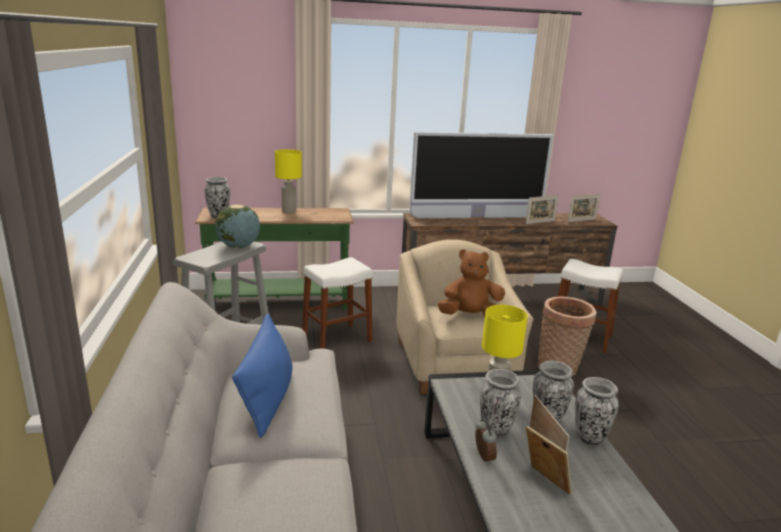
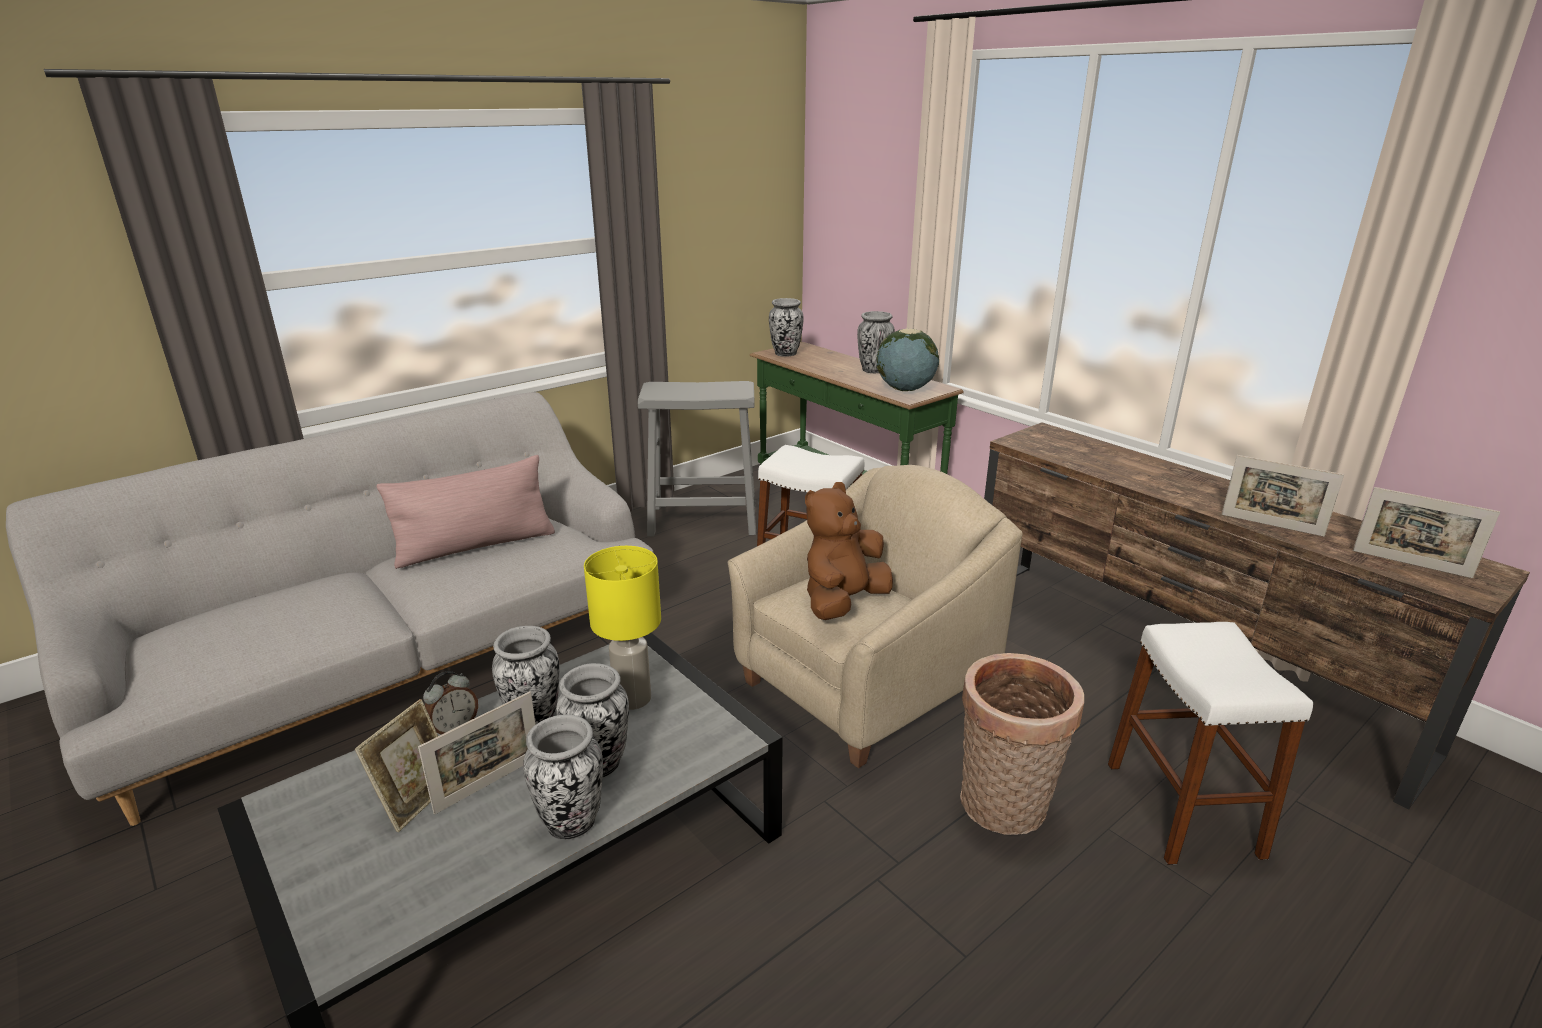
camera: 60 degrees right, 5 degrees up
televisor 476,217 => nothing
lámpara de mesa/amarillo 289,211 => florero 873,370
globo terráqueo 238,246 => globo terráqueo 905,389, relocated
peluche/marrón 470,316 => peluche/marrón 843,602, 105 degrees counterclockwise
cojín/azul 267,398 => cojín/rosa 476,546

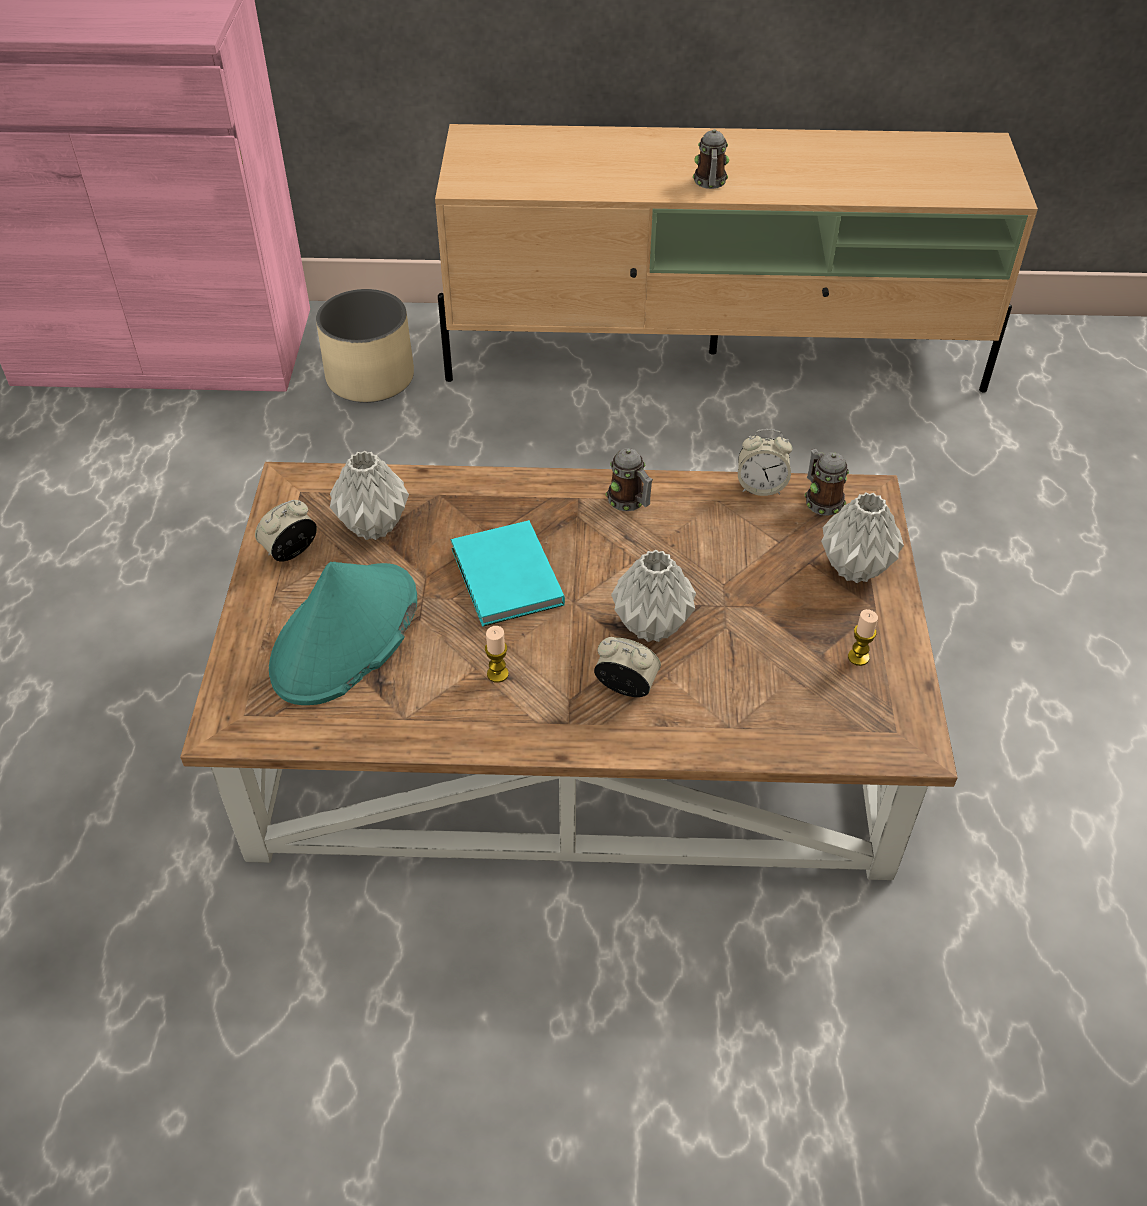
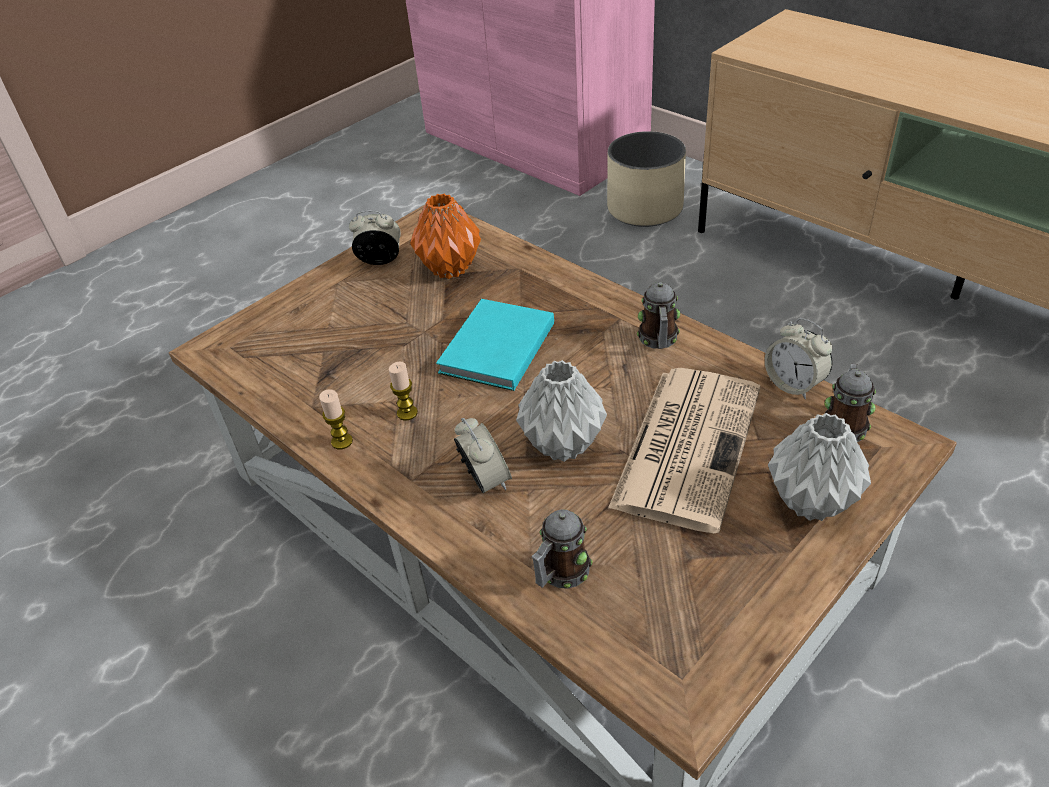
camera: 45 degrees right, 5 degrees down
taza grande 710,183 => taza grande 560,573, relocated
florero/gris 372,527 => florero/naranja 448,269
sombrero/turquesa 345,636 => nothing
vela 858,657 => vela 342,441, relocated
nothing => periódico 687,444

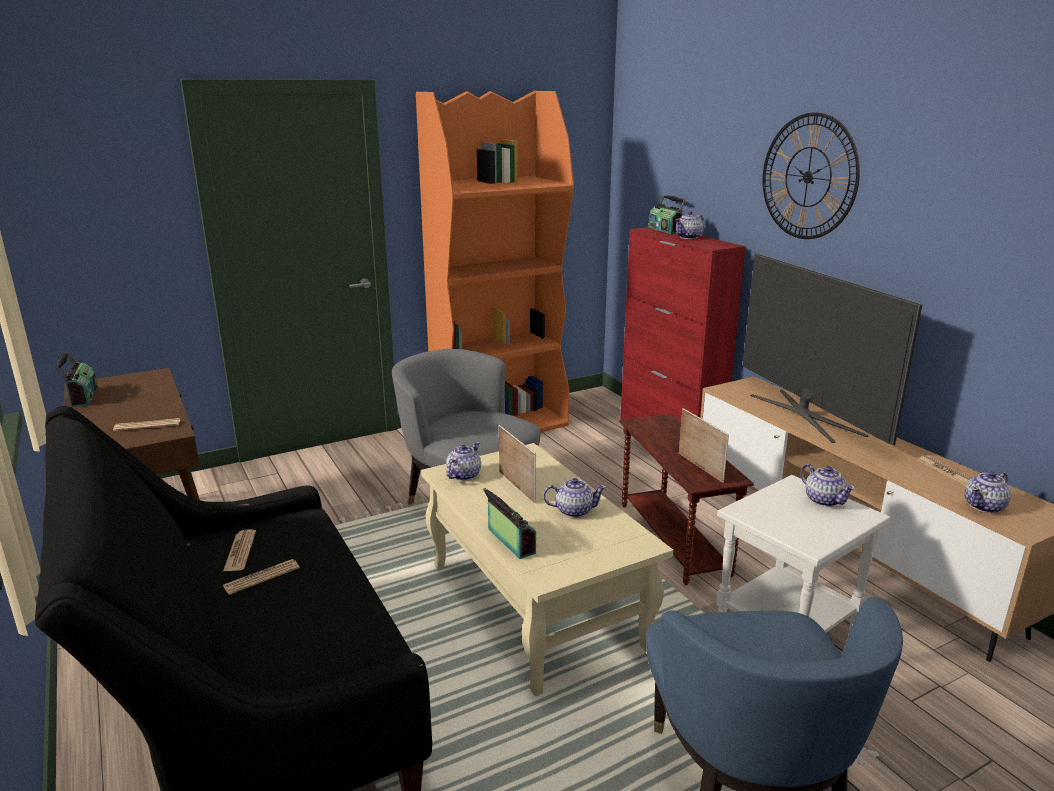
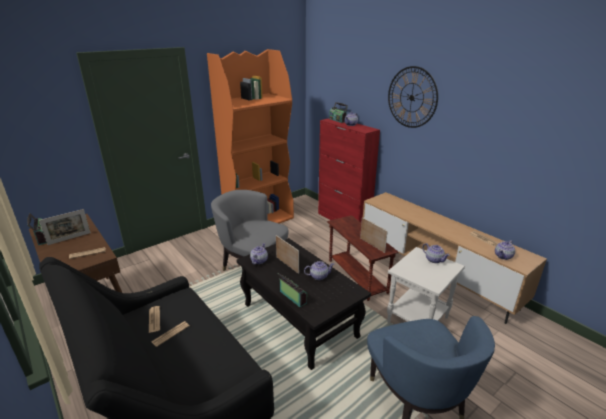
camera: 10 degrees left, 5 degrees up
televisor 806,414 => nothing
mesa de centro/beis 533,604 => mesa de centro/negro 298,320
nothing => portarretratos 69,239

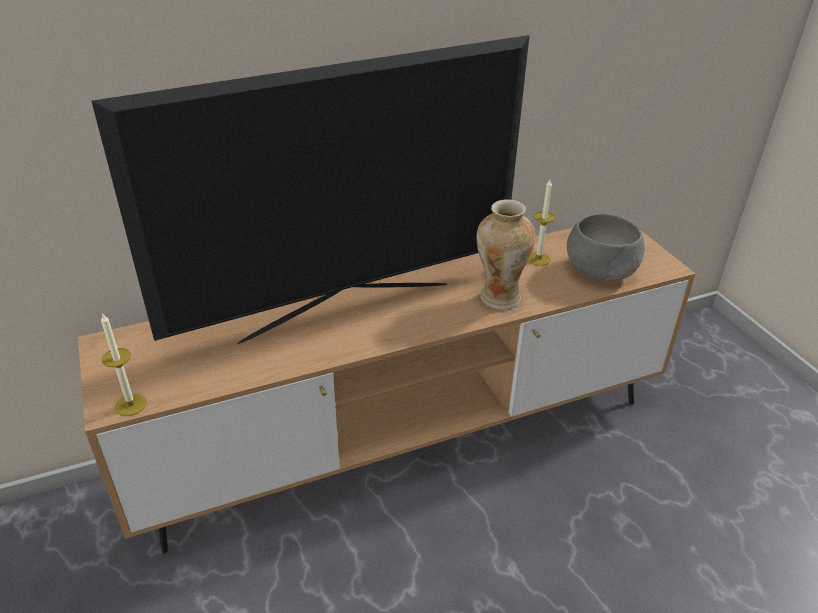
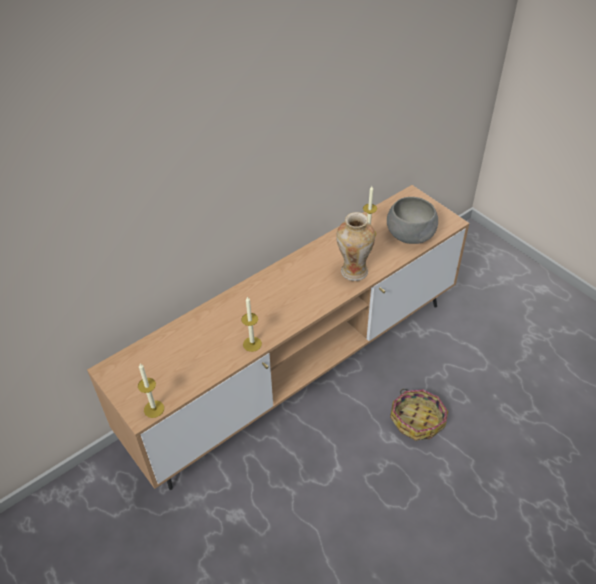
camera: 15 degrees left, 10 degrees up
televisor 346,310 => nothing
nothing => vela 252,344
nothing => cesta 417,419

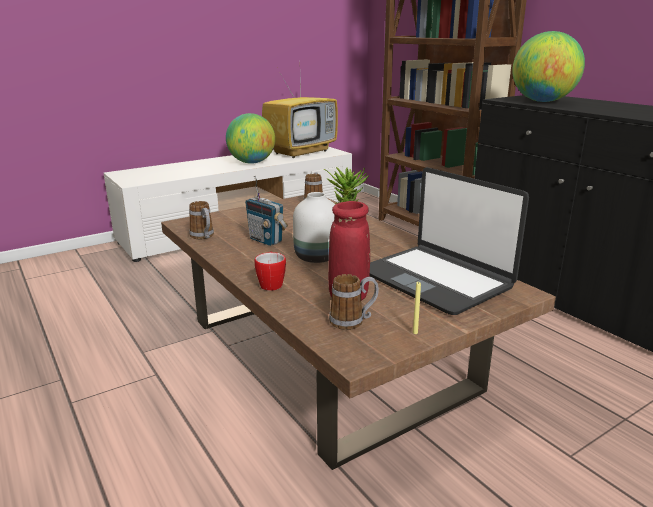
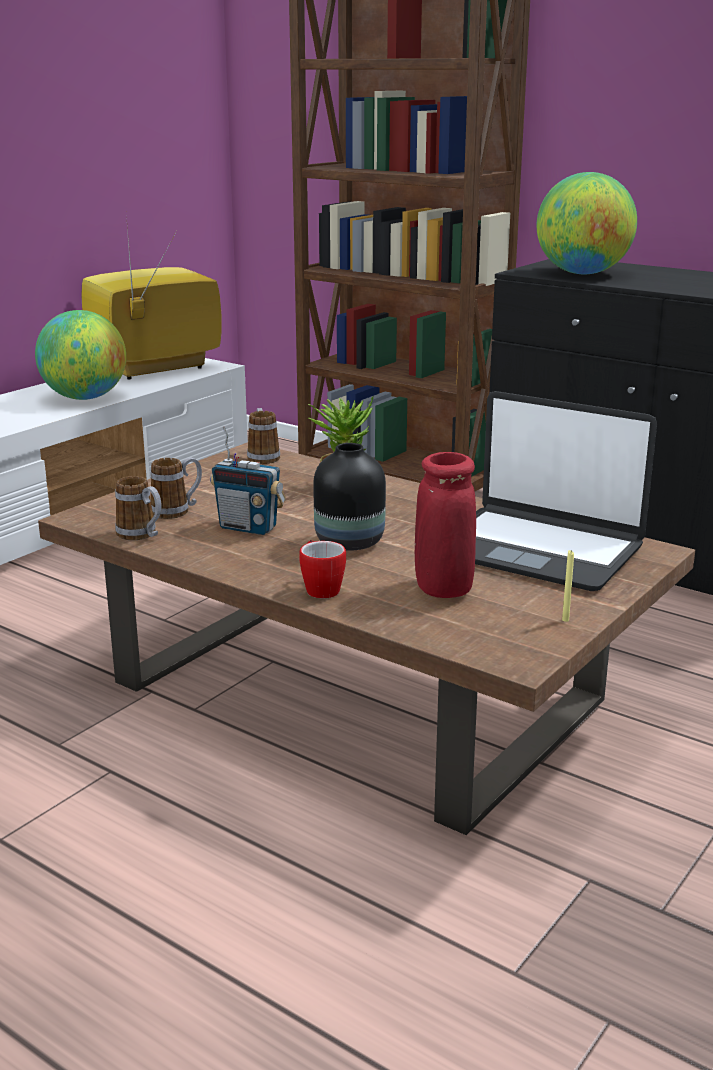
camera: 20 degrees left, 0 degrees up
televisor 301,152 => televisor 154,369, 150 degrees counterclockwise
florero/blanco 316,258 => florero/negro 349,543
taza grande 353,321 => taza grande 177,511, relocated

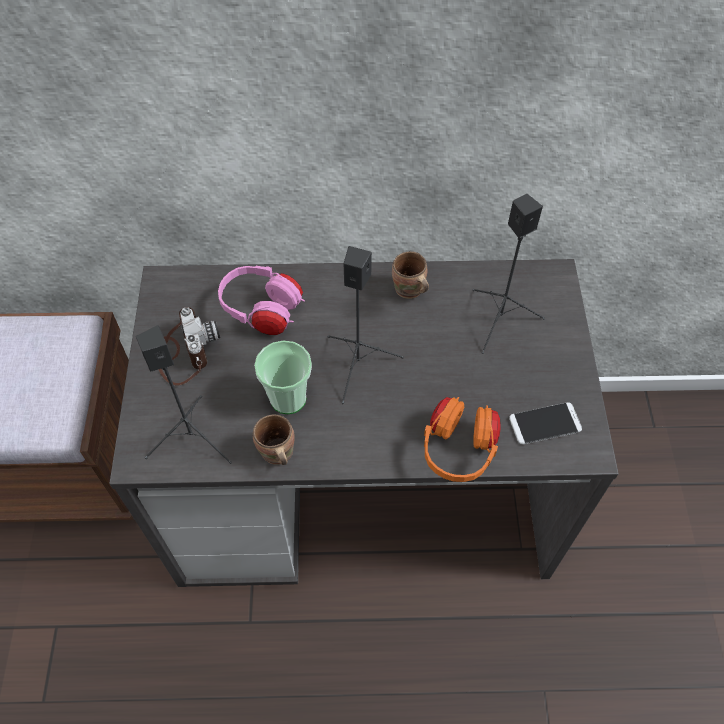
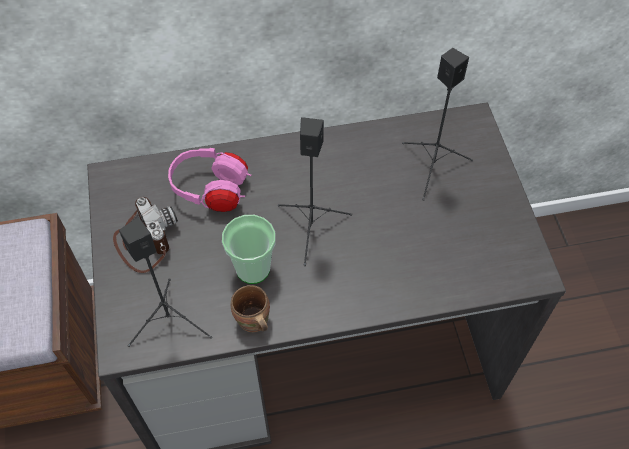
camera: 10 degrees left, 0 degrees up
taza grande/marrón 408,291 => nothing
auriculares/naranja 458,450 => nothing
móvil 545,424 => nothing

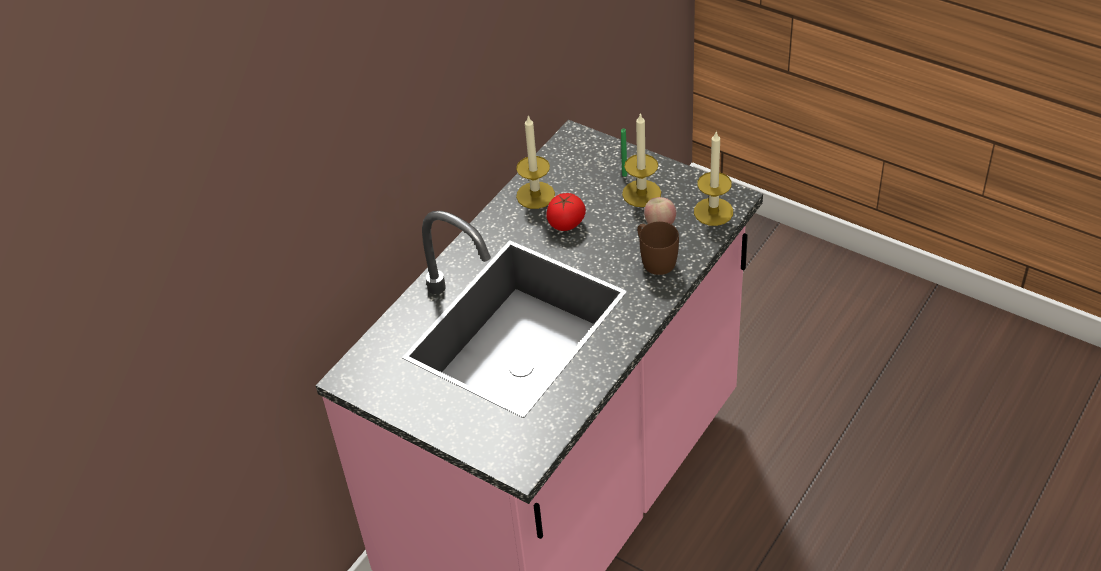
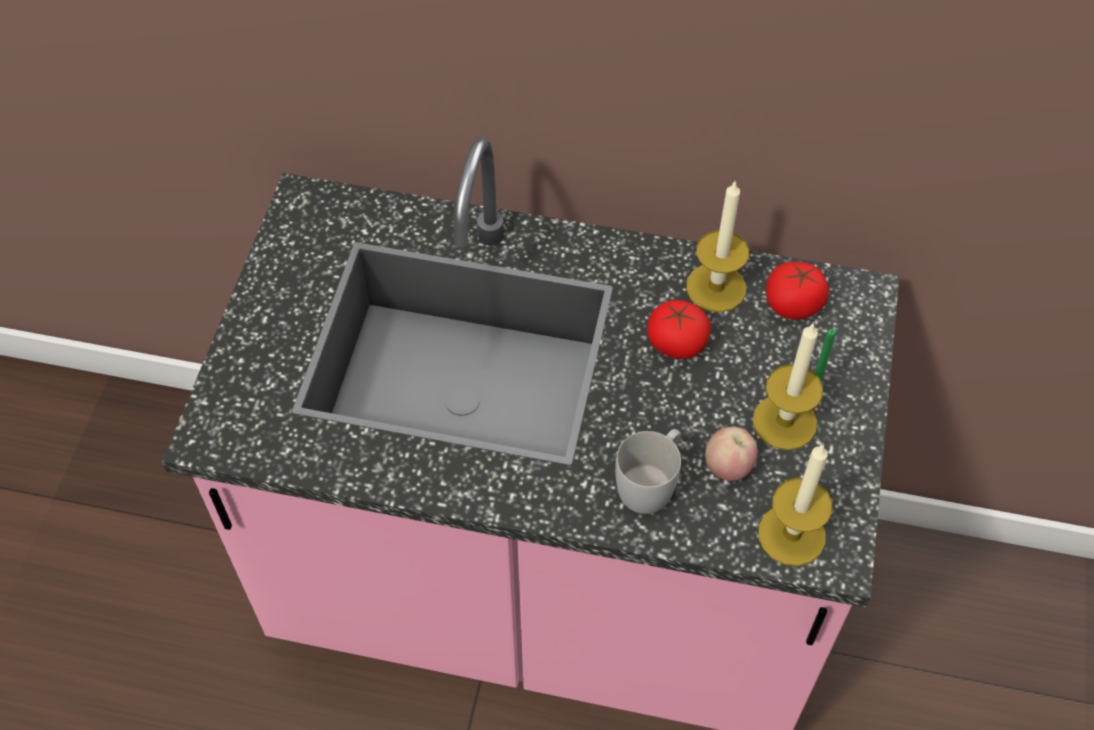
camera: 65 degrees right, 10 degrees up
taza grande/marrón 654,259 => taza grande/blanco 651,482
nothing => tomate 793,304

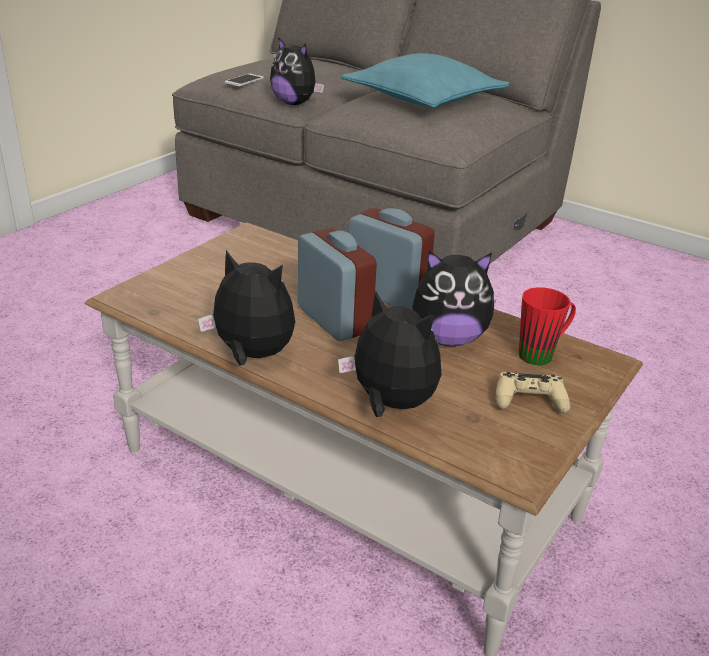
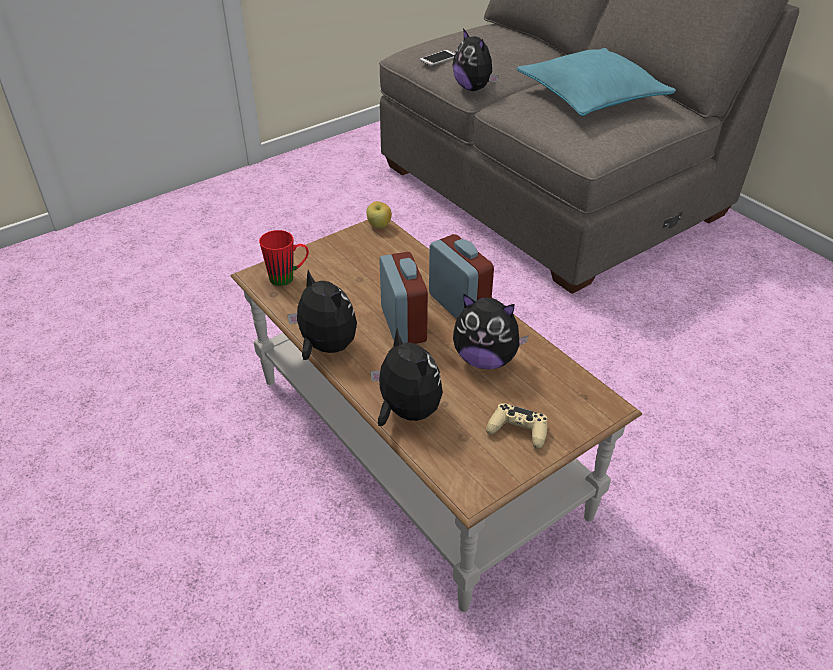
camera: 20 degrees right, 10 degrees up
taza grande/rojo 542,353 => taza grande/rojo 288,278, relocated
nothing => manzana 379,226

